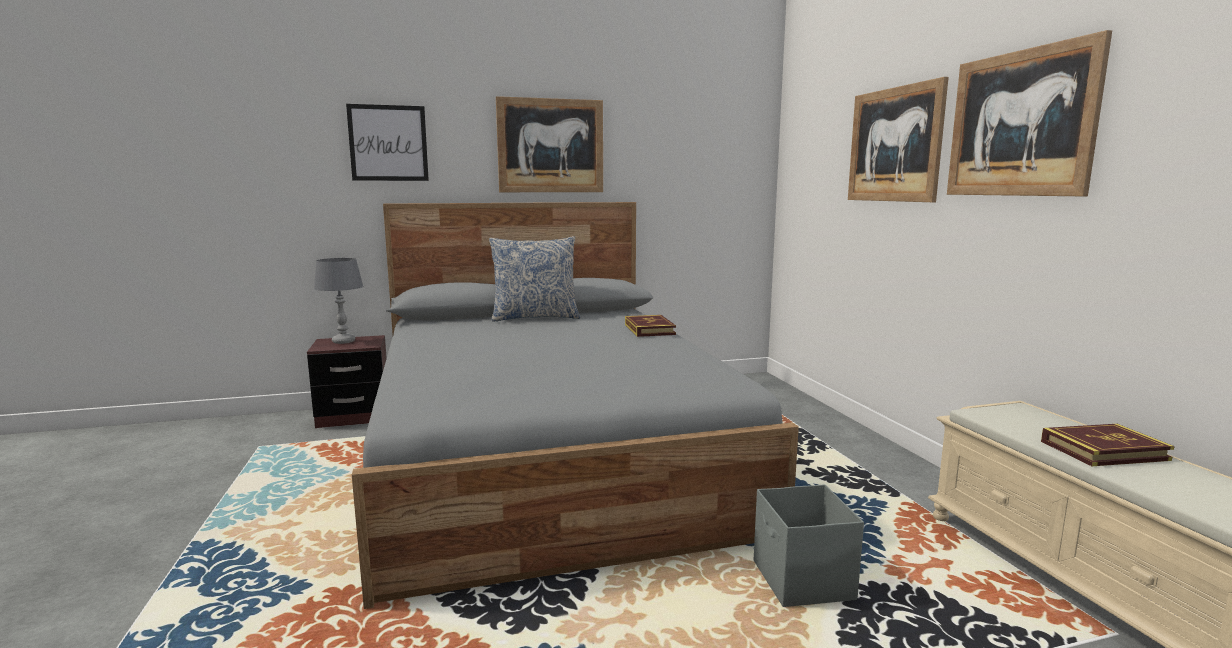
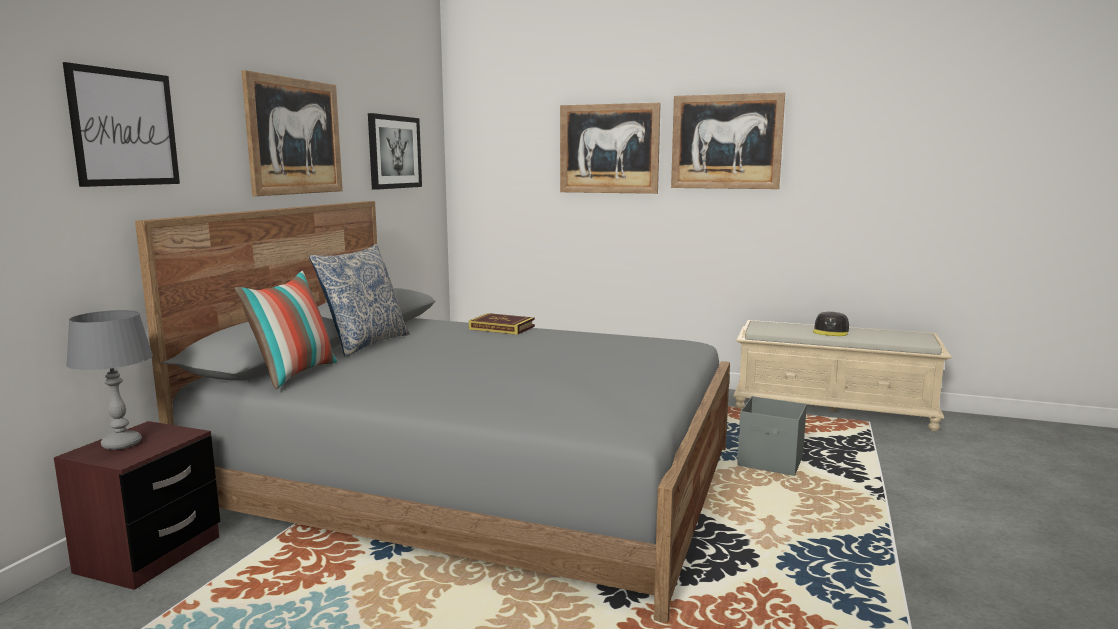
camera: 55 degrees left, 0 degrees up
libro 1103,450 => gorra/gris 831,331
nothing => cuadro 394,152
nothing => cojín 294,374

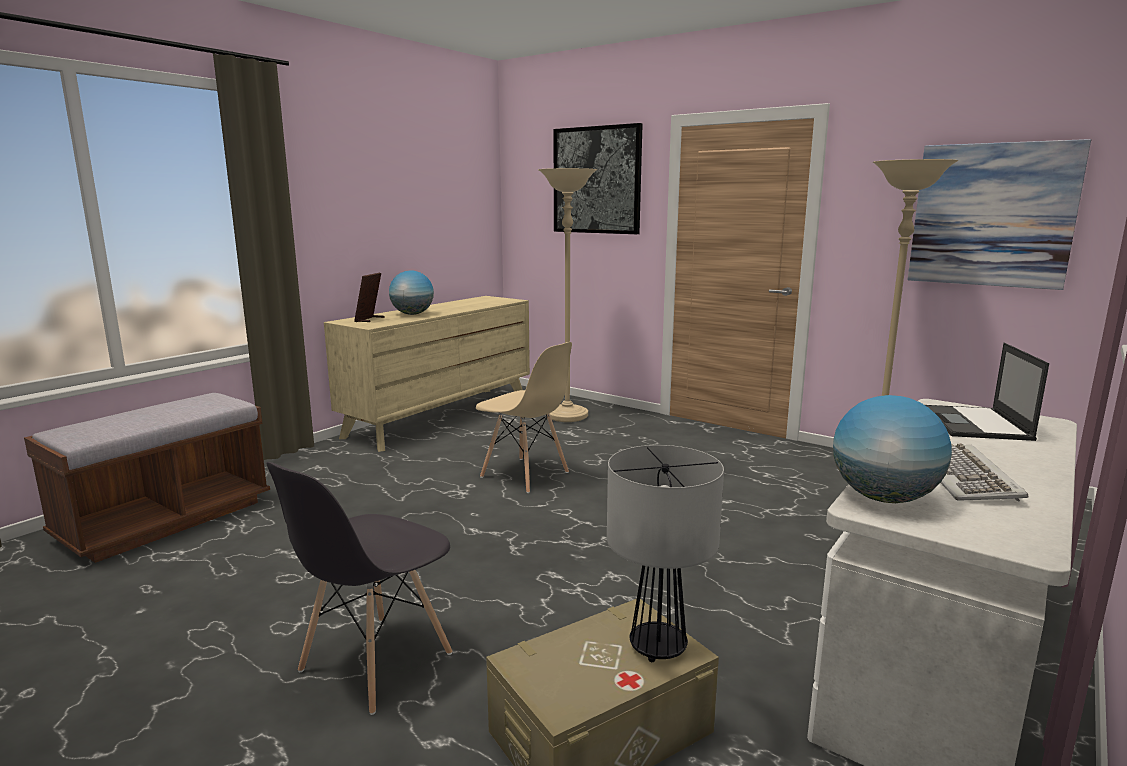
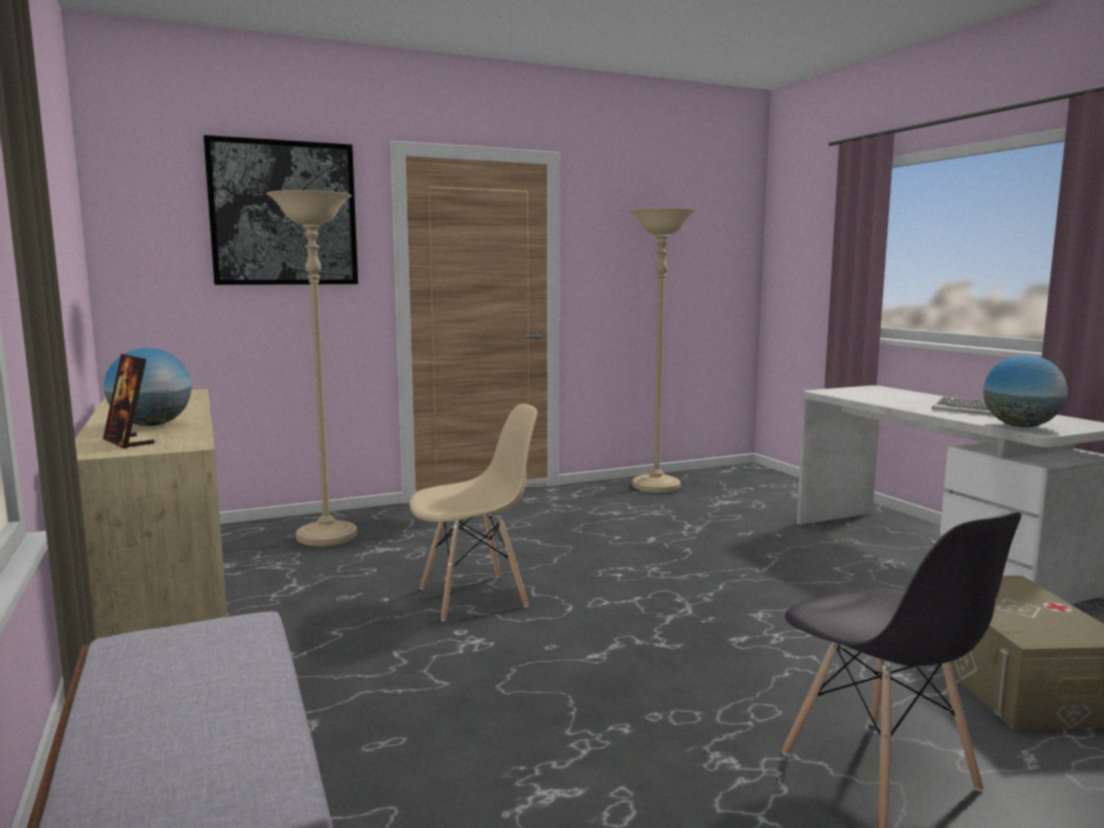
camera: 60 degrees left, 5 degrees down
cuadro 992,215 => nothing
portátil 975,424 => nothing
lámpara de mesa 657,647 => nothing

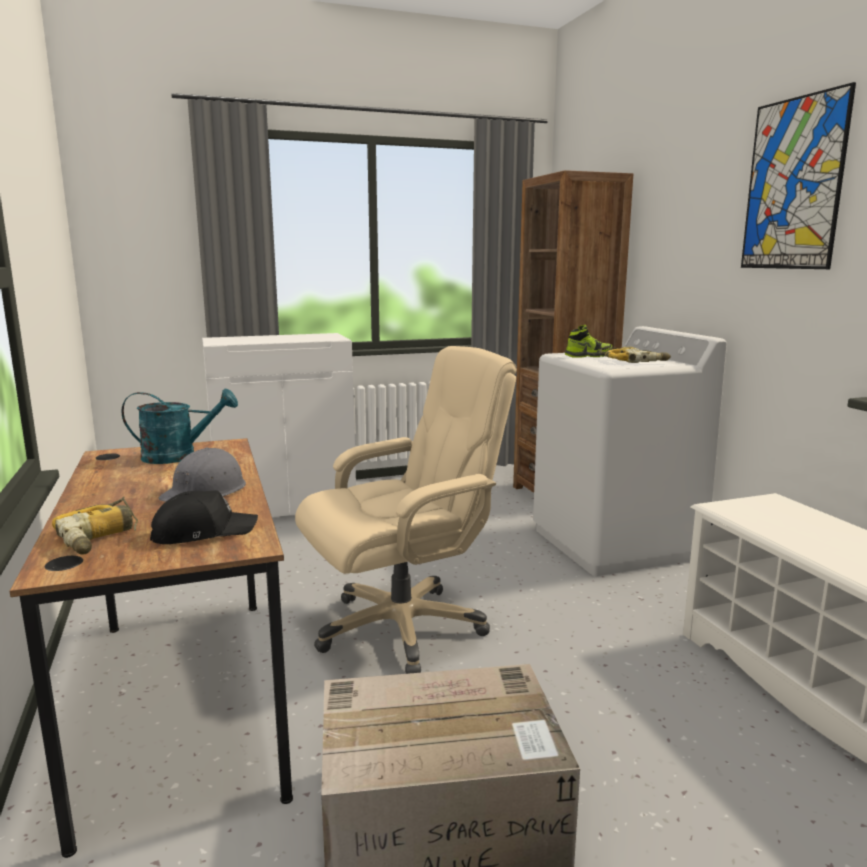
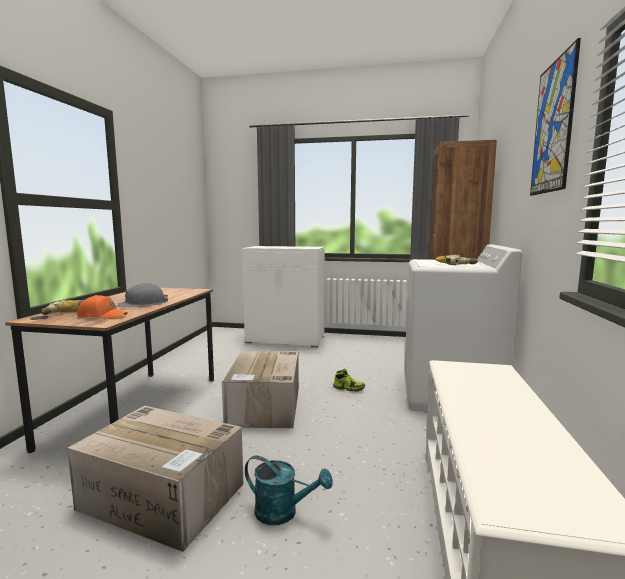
camera: 30 degrees right, 5 degrees down
zapato 588,356 => zapato 348,388, relocated
silla de oficina/beis 403,627 => caja de cartón 265,406
regadera/turquesa 179,456 => regadera/turquesa 283,512, relocated
gorra/negro 203,532 => gorra/naranja 102,316

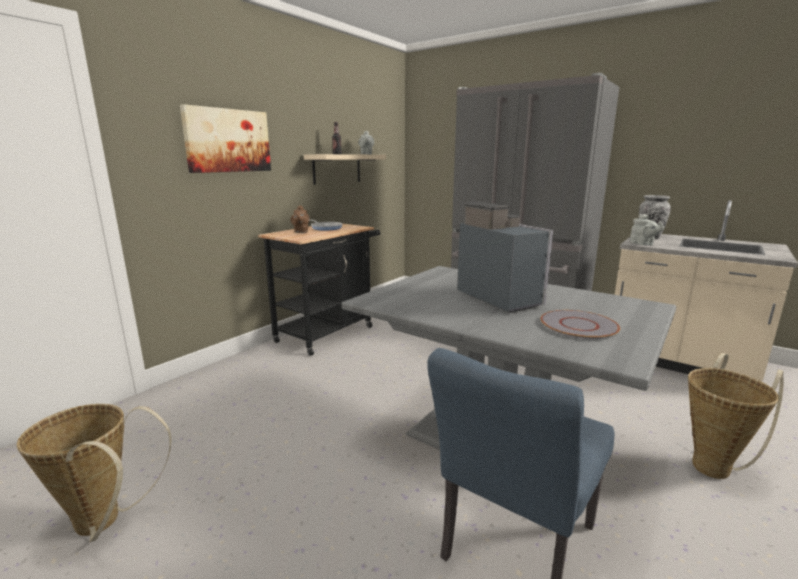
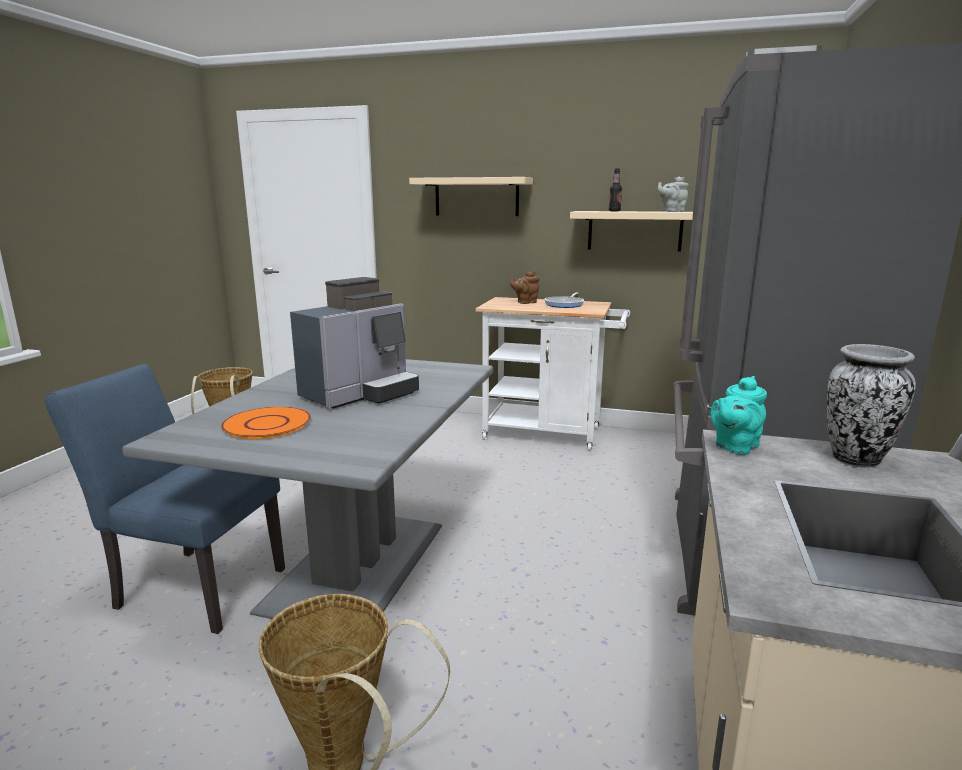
camera: 70 degrees right, 0 degrees up
cuadro 228,140 => estante/beis 476,197
tetera/gris 643,244 => tetera/turquesa 734,447
carrito/negro 329,332 => carrito/blanco 550,434
plato/gris 578,325 => plato/naranja 267,424

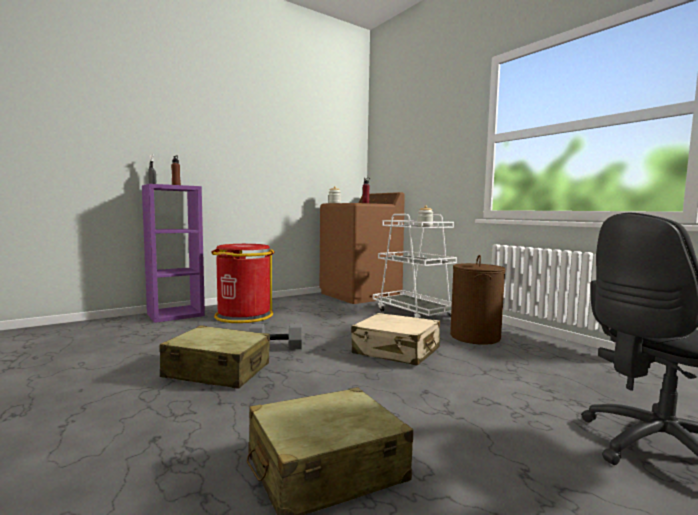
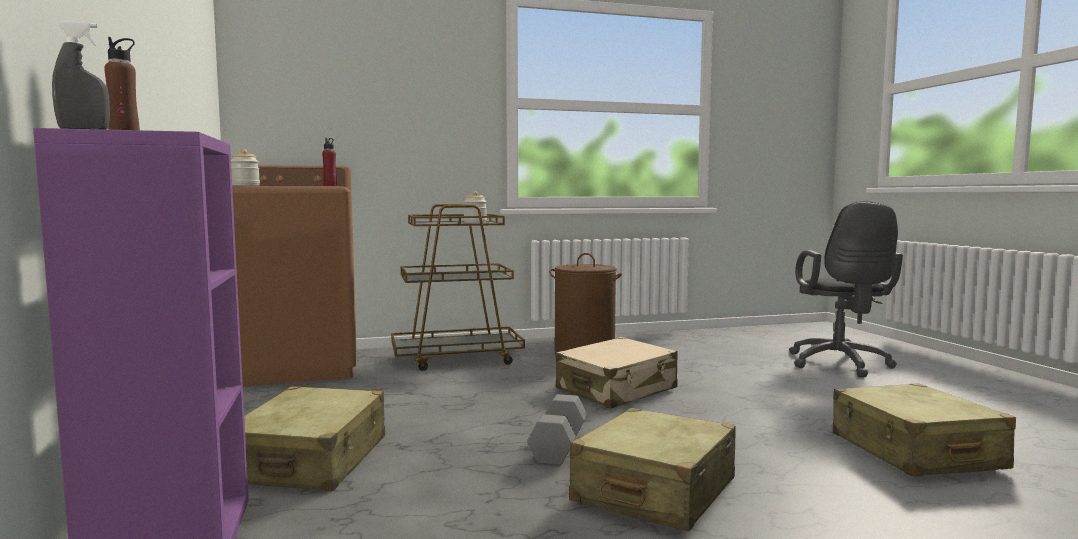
camera: 70 degrees left, 0 degrees up
carrito/blanco 414,313 => carrito/marrón 457,358
papelera/rojo 243,315 => maleta/beis 311,460

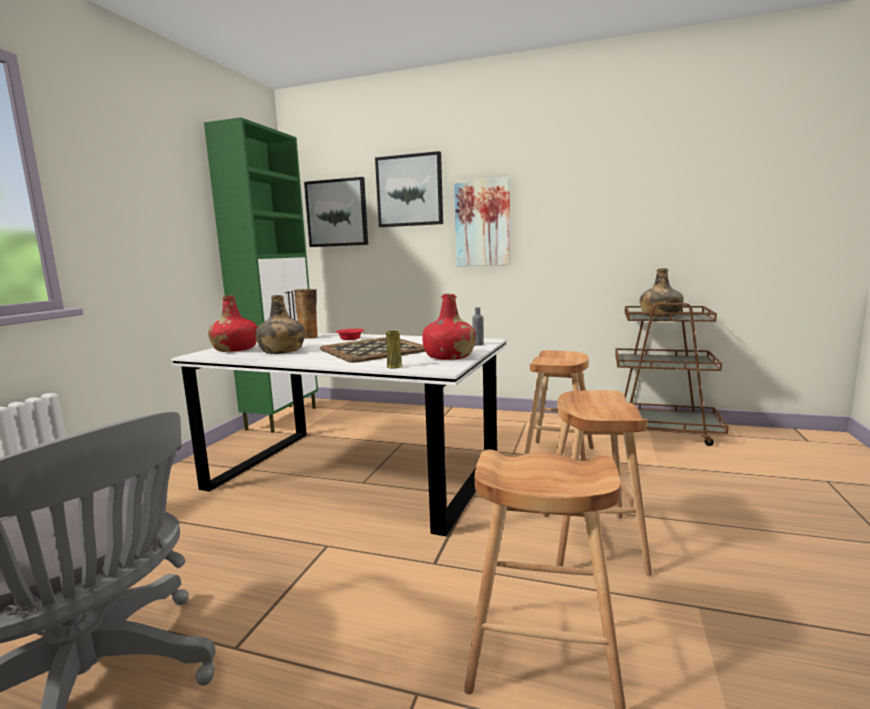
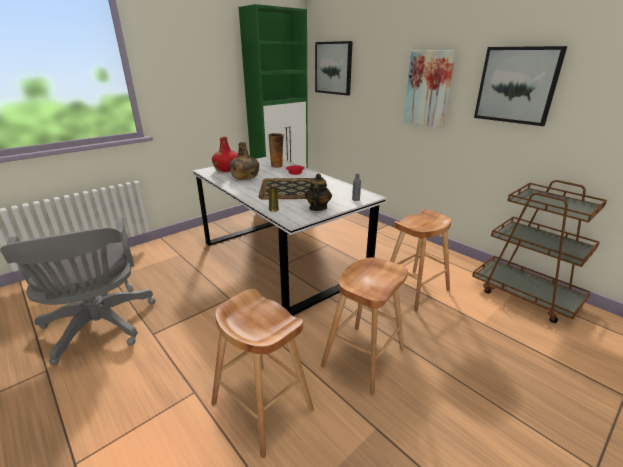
camera: 30 degrees right, 15 degrees up
cuadro 409,191 => cuadro 516,85, relocated
botella/verde 660,315 => nothing
botella/rojo 449,356 => tetera 317,208

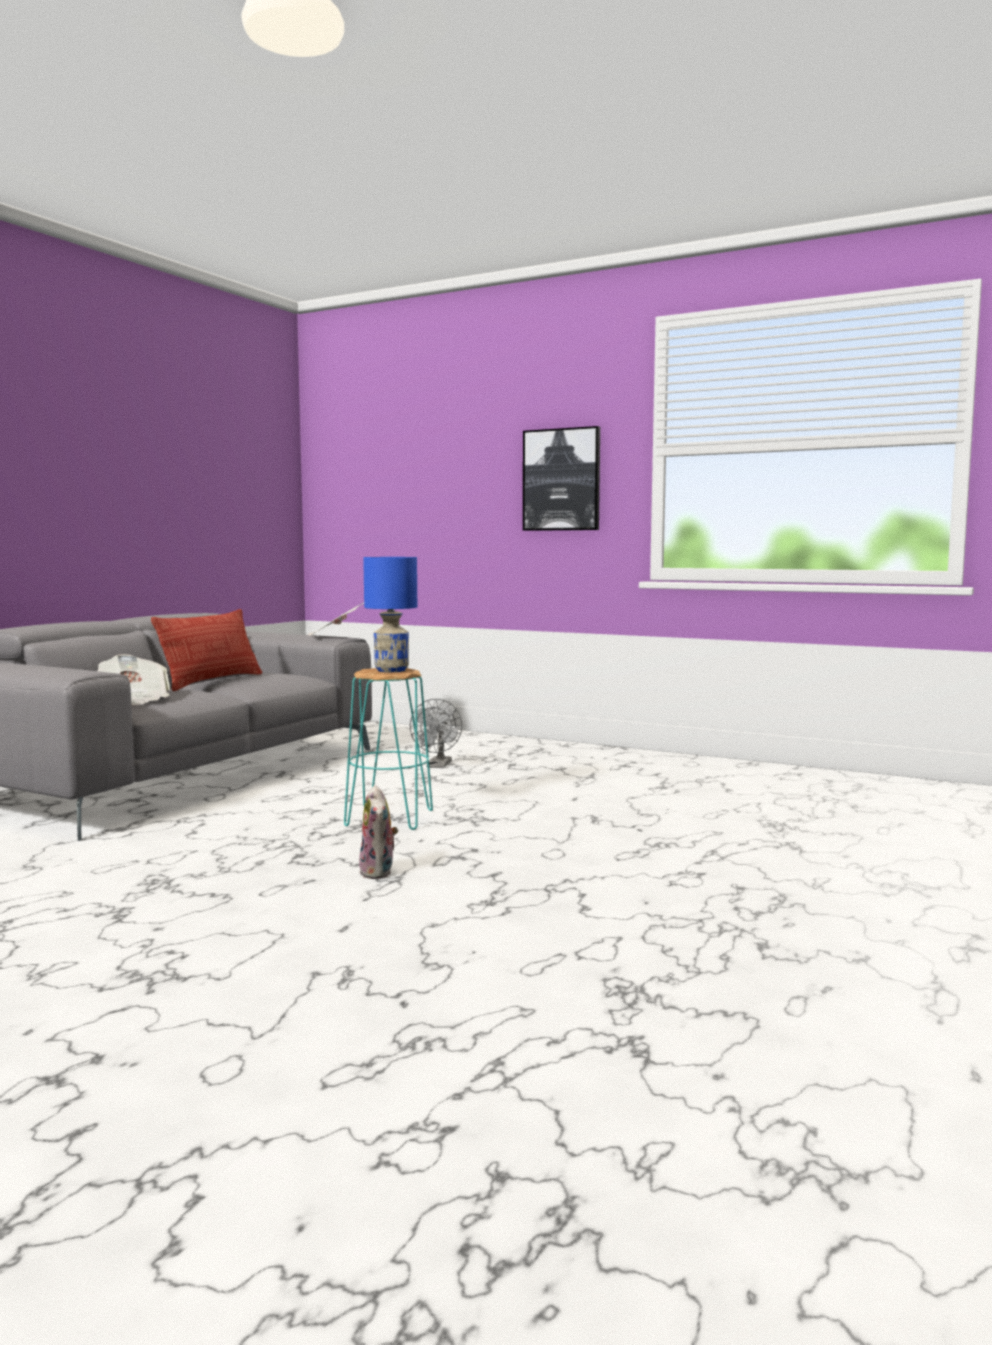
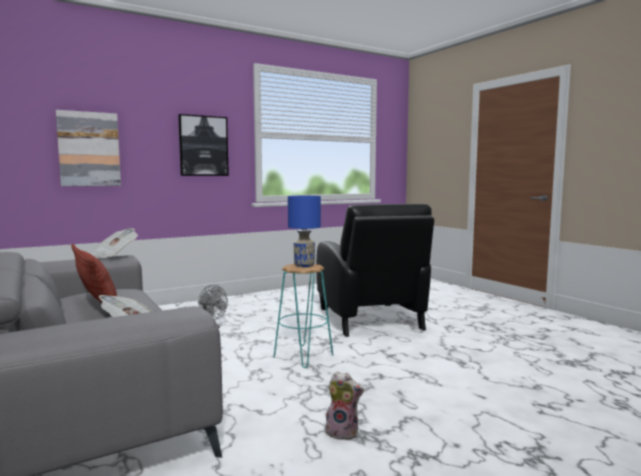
camera: 60 degrees left, 0 degrees up
peluche 379,872 => peluche 343,432, relocated
nothing => cuadro 89,149
nothing => sillón/negro 370,320

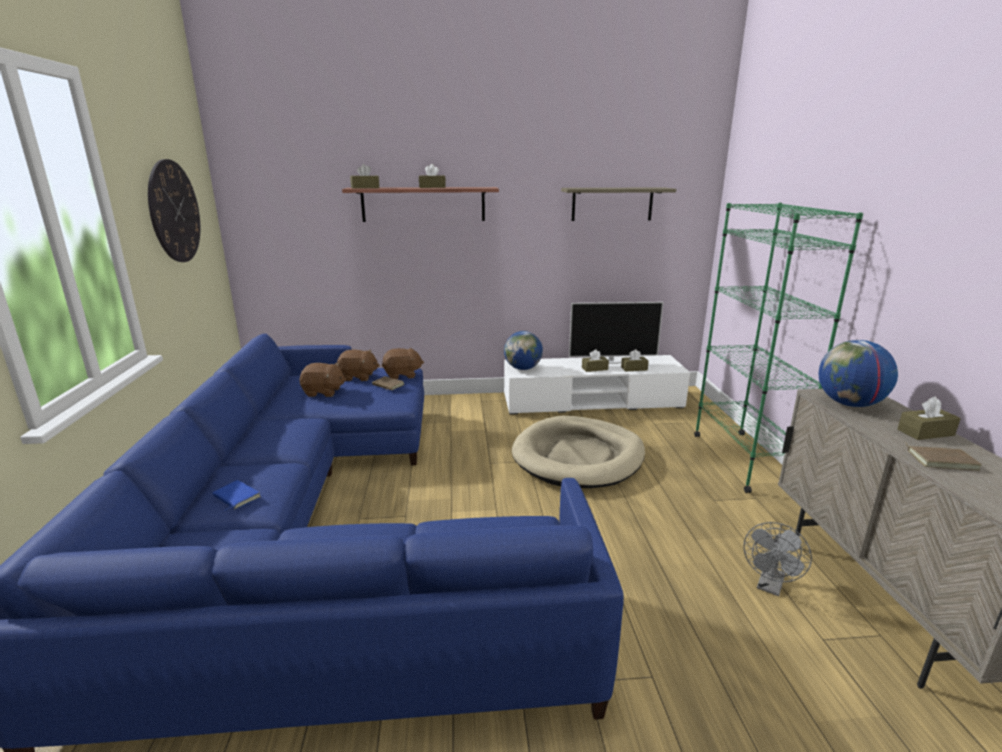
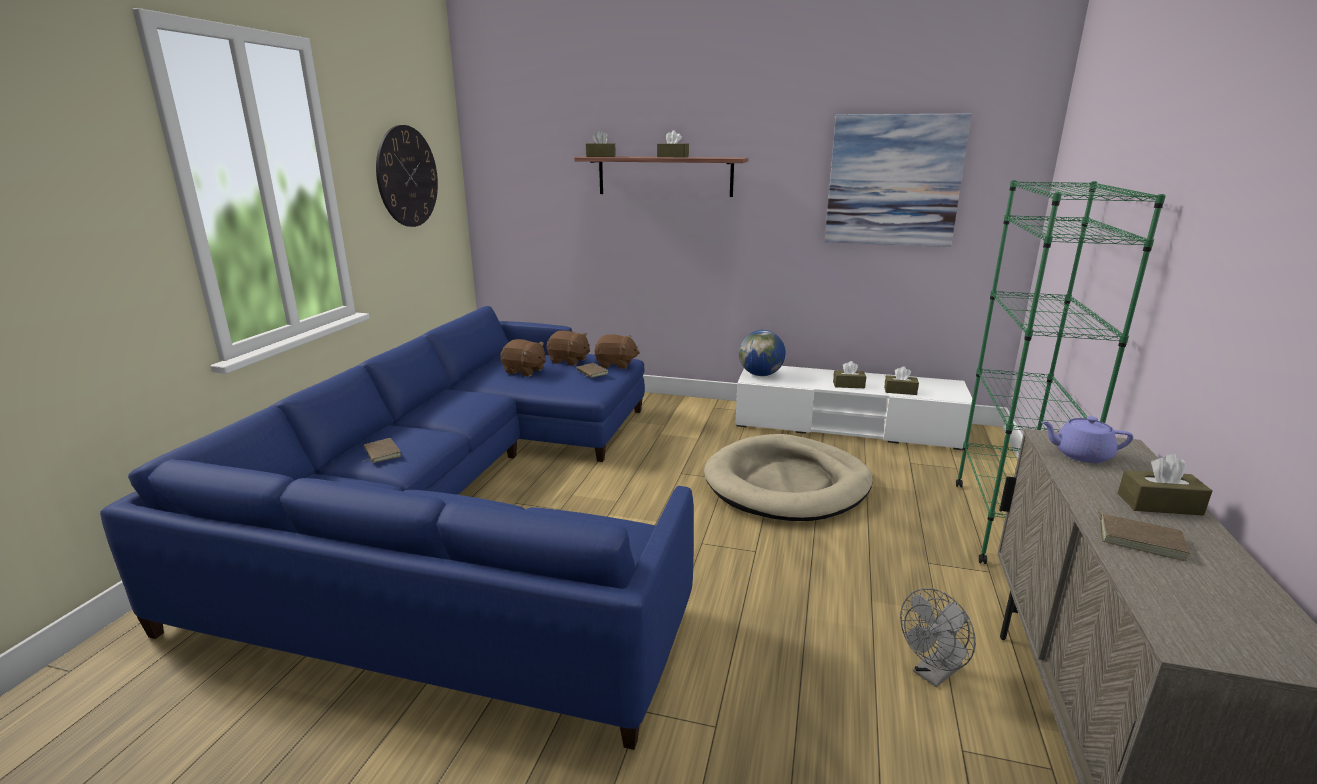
camera: 20 degrees right, 0 degrees up
estante 612,204 => cuadro 893,181
televisor 611,362 => nothing
globo terráqueo 849,404 => tetera/morado 1080,455
libro/azul 235,497 => libro/marrón 381,453

